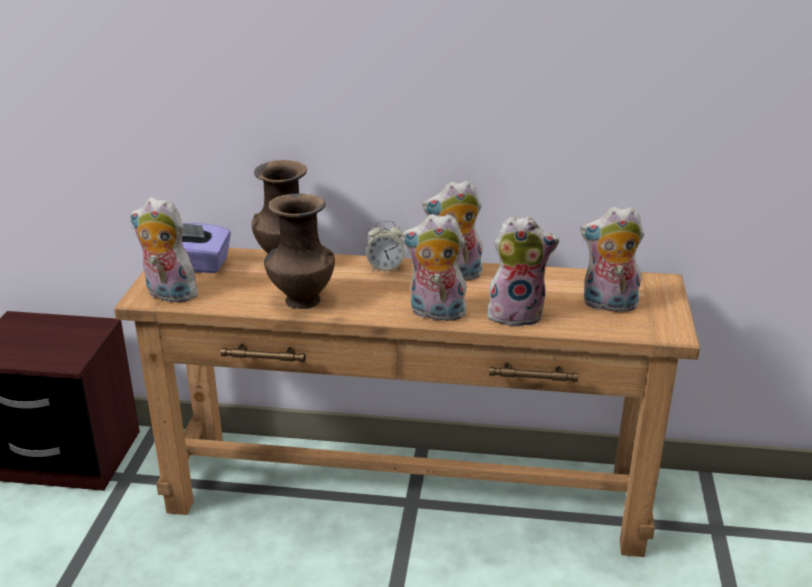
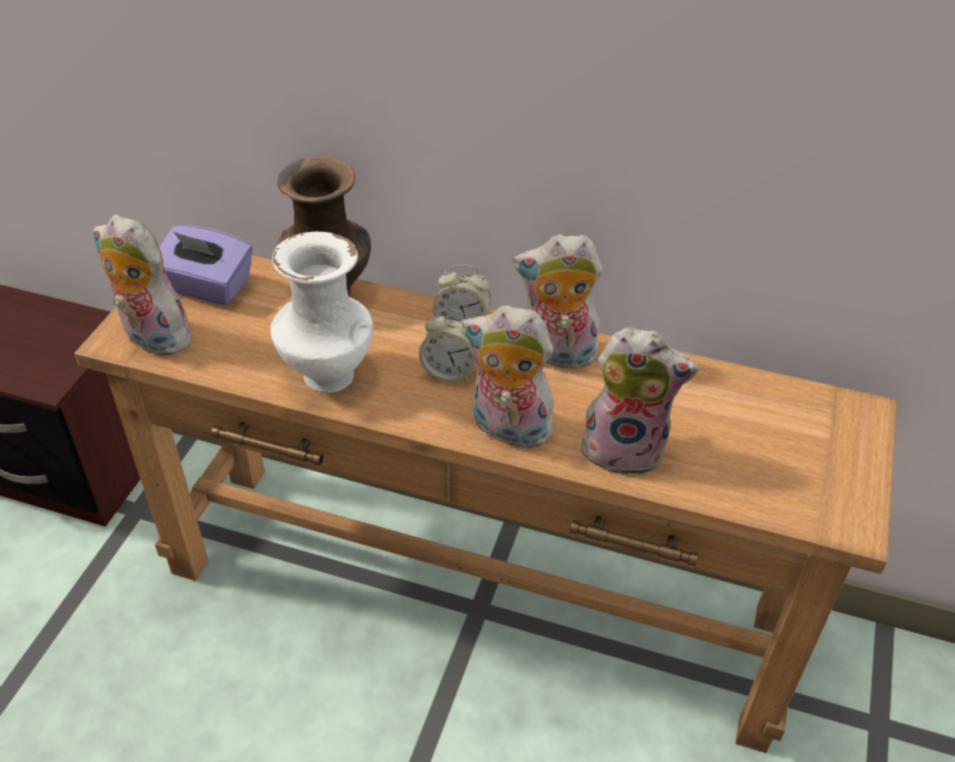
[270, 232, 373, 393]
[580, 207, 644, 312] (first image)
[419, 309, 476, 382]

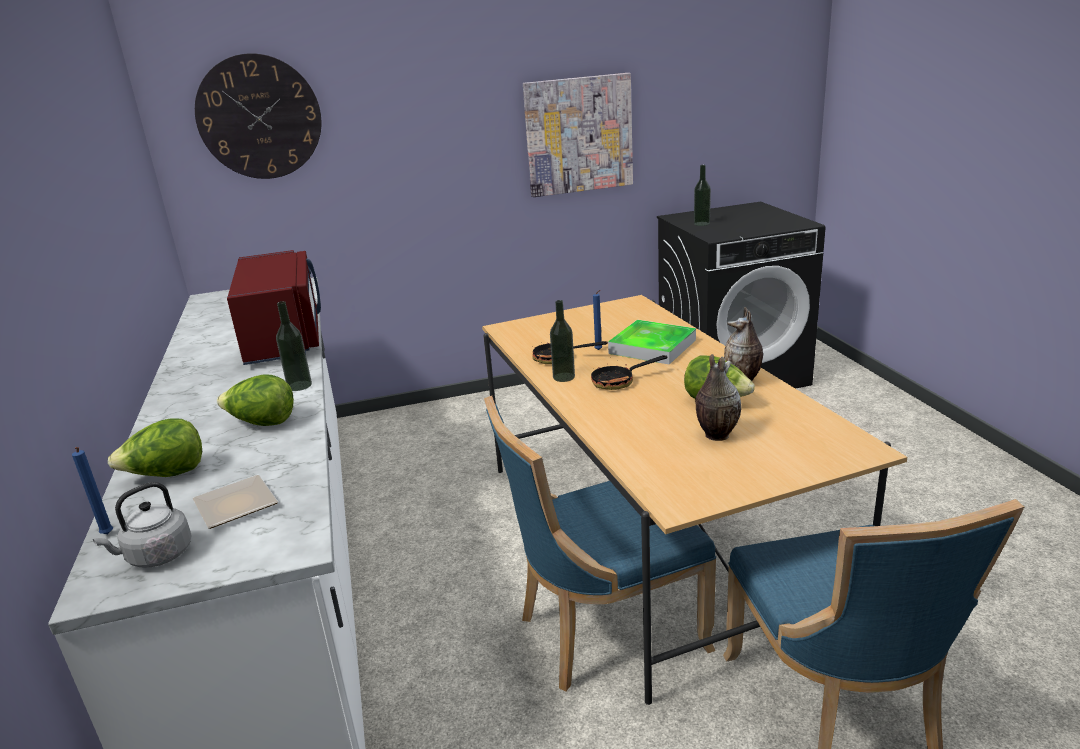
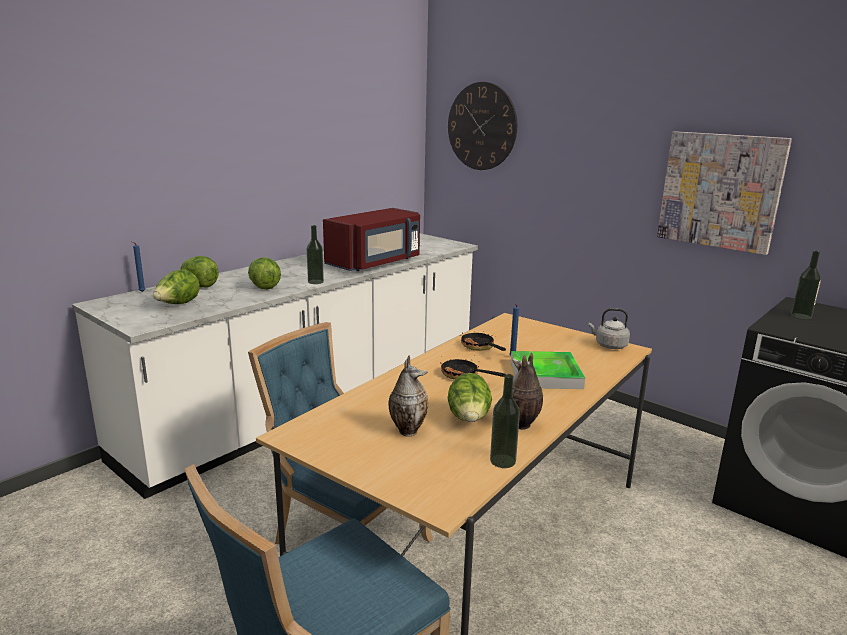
[490, 374, 520, 468]
[153, 270, 200, 304]
[588, 308, 630, 349]

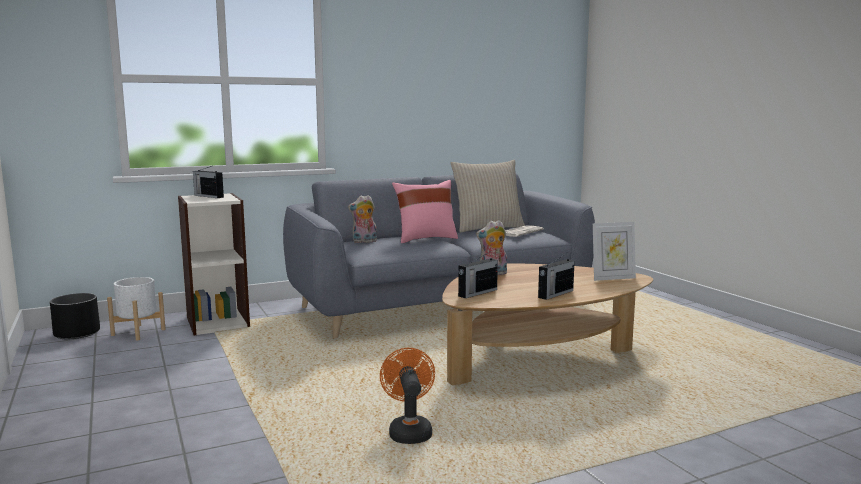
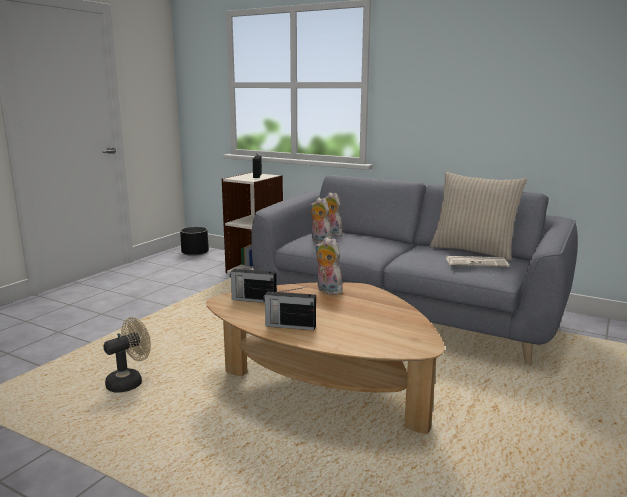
[392, 180, 458, 243] (first image)
[593, 222, 636, 281] (first image)
[107, 277, 166, 340] (first image)
[103, 317, 151, 393]
[310, 197, 332, 244]

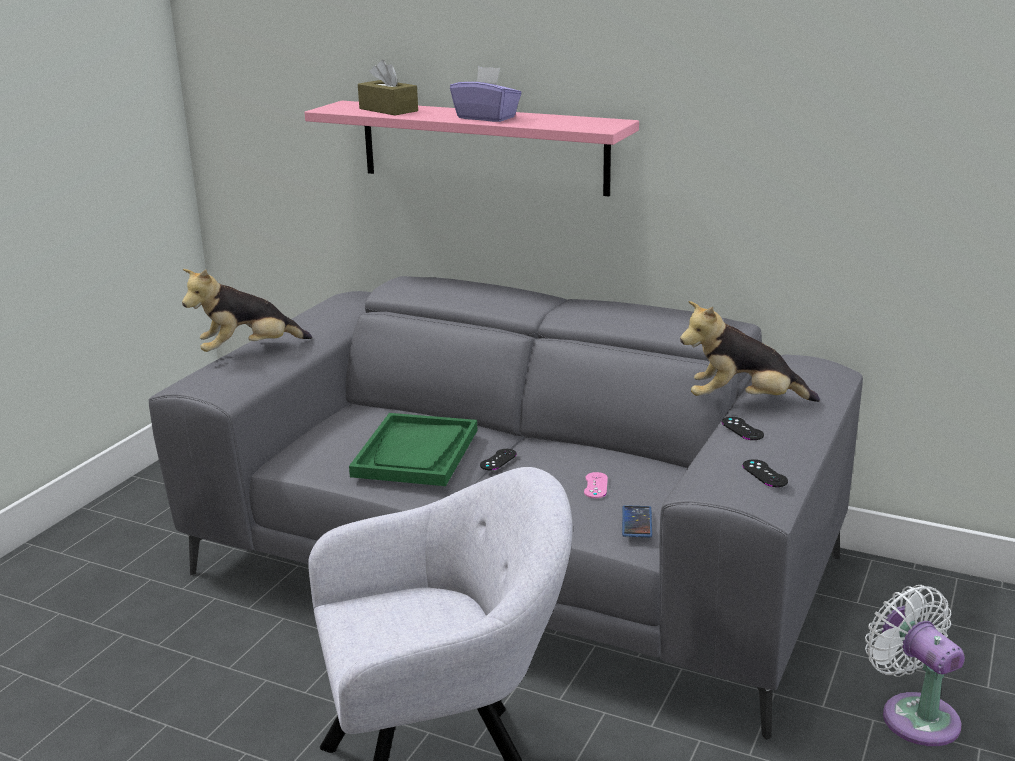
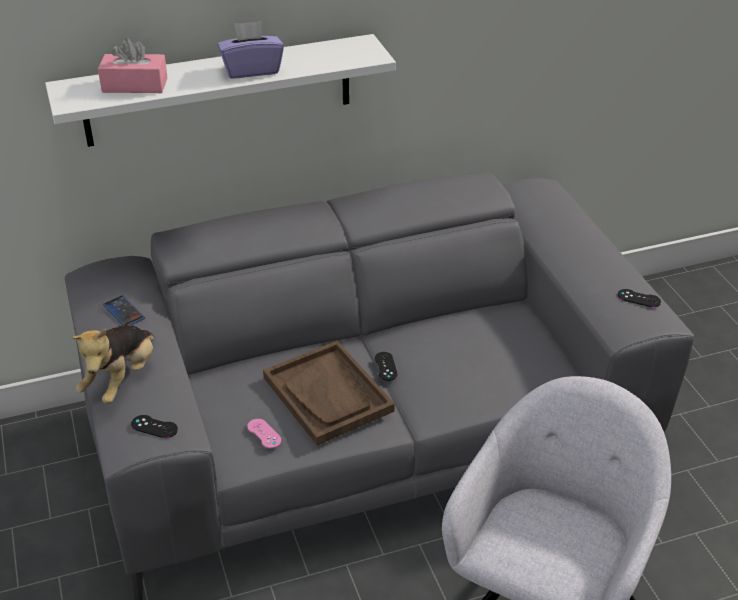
[98, 38, 168, 93]
[45, 34, 396, 147]
[680, 301, 820, 402] (first image)
[263, 341, 394, 445]
[131, 415, 178, 438]
[247, 419, 282, 448]
[103, 295, 145, 325]
[865, 585, 965, 746] (first image)

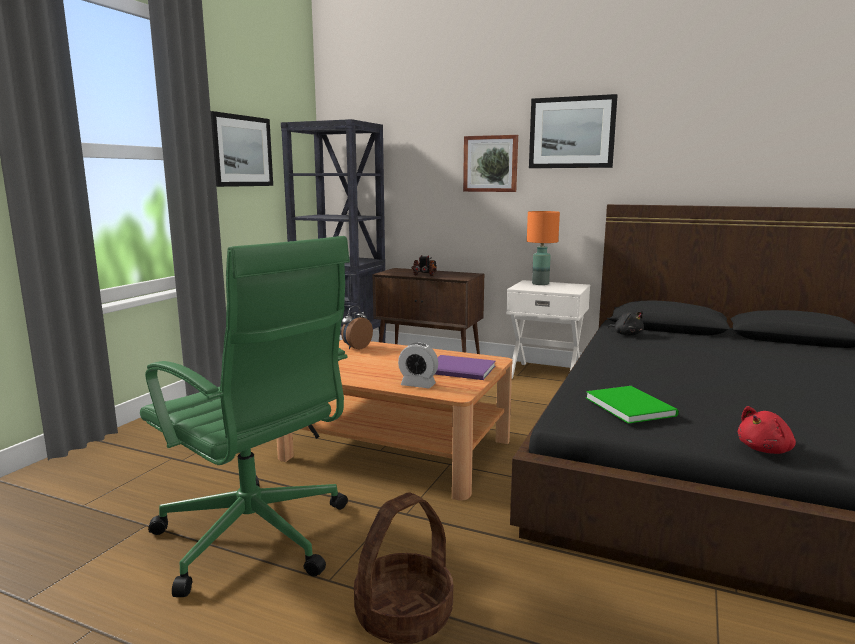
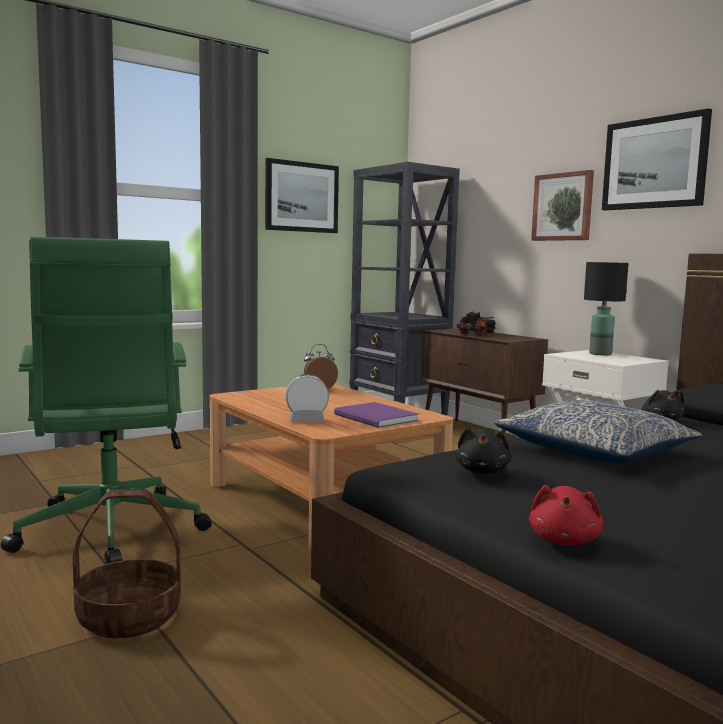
[584, 262, 629, 356]
[285, 374, 329, 422]
[455, 427, 512, 474]
[529, 485, 603, 545]
[494, 400, 702, 464]

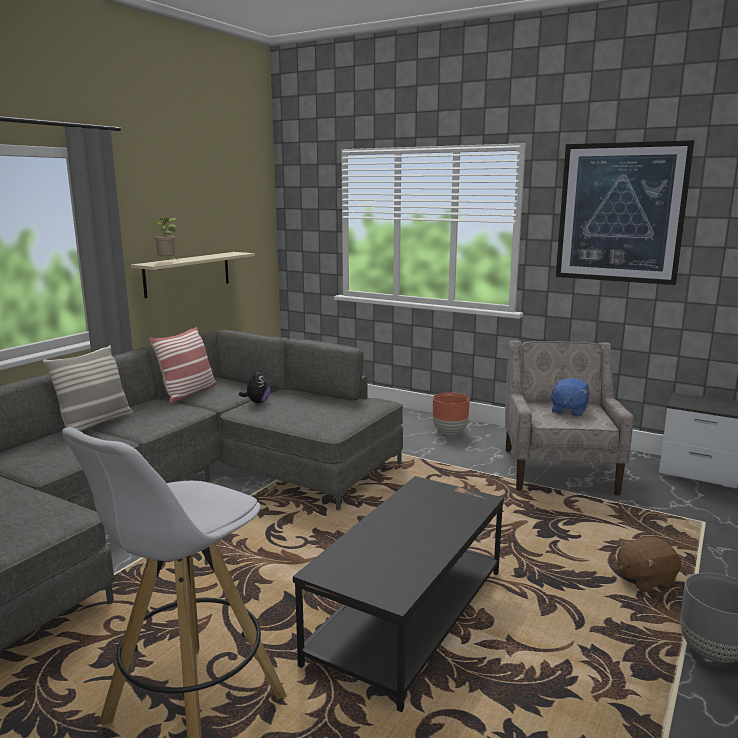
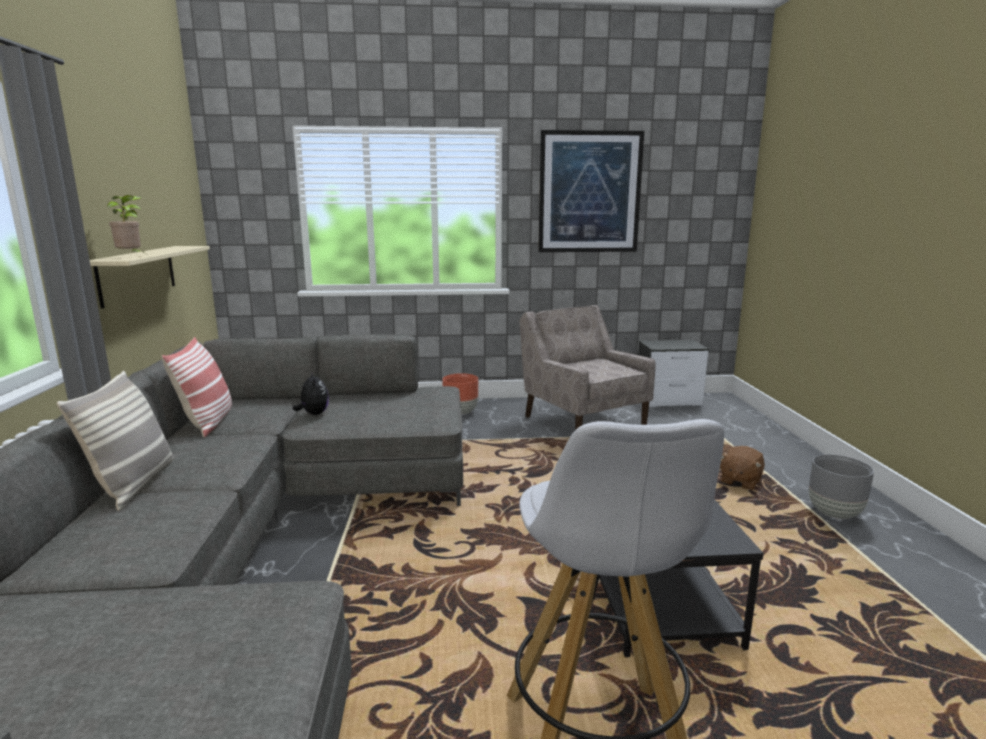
[550, 378, 590, 417] (first image)

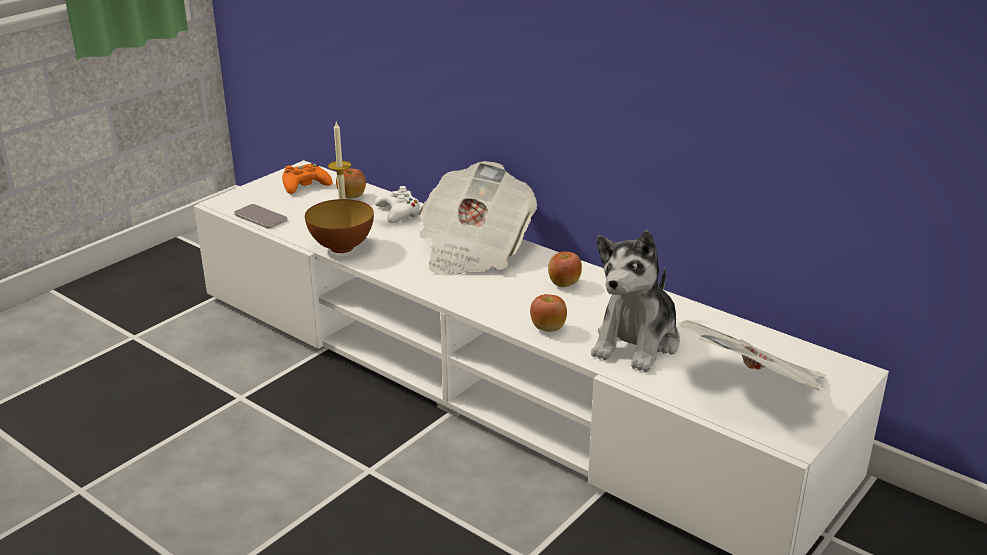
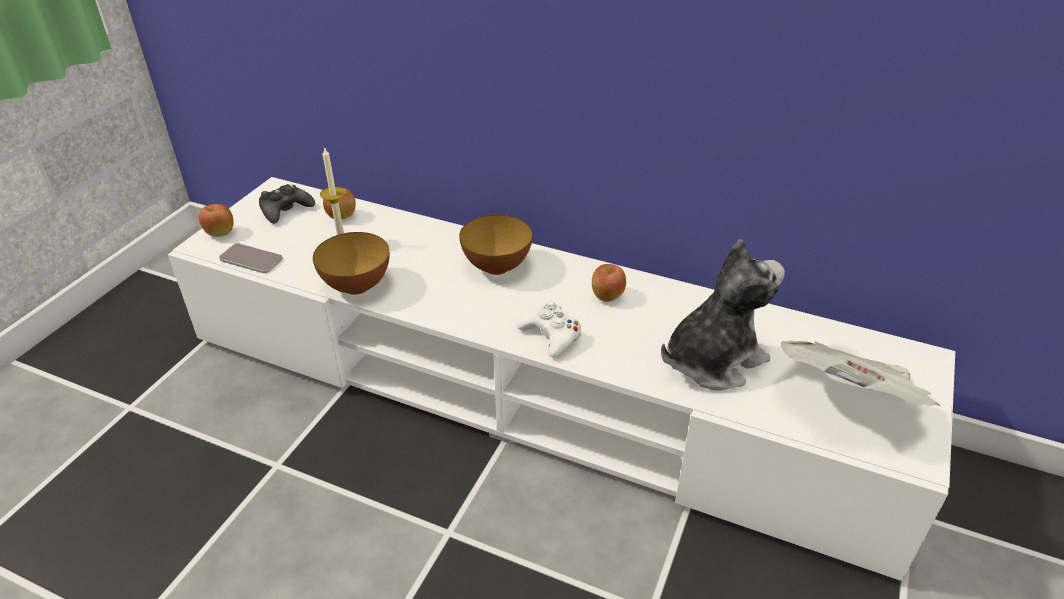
[459, 214, 532, 275]
[259, 184, 315, 224]
[516, 300, 581, 358]
[661, 239, 785, 390]
[199, 204, 234, 237]

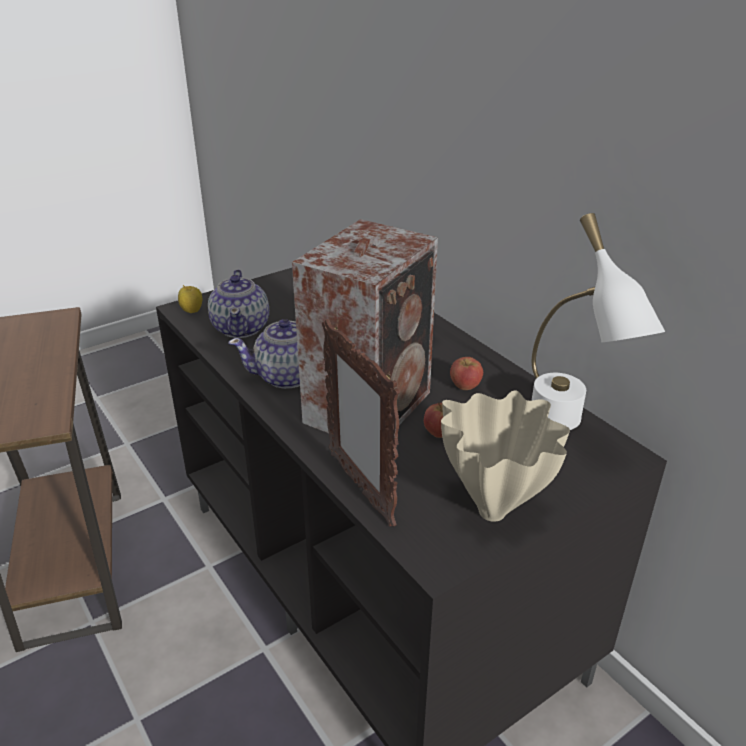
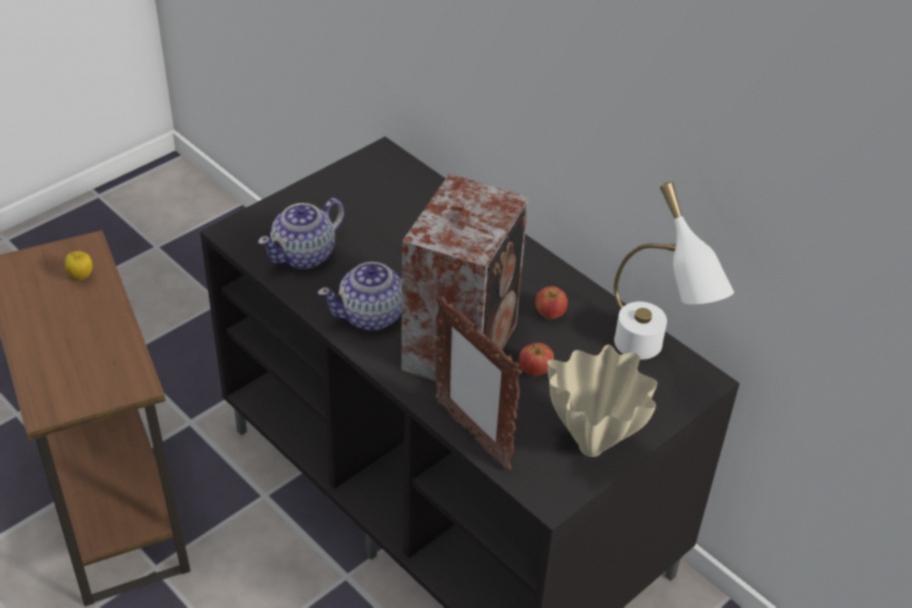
[258, 198, 344, 269]
[65, 251, 93, 280]

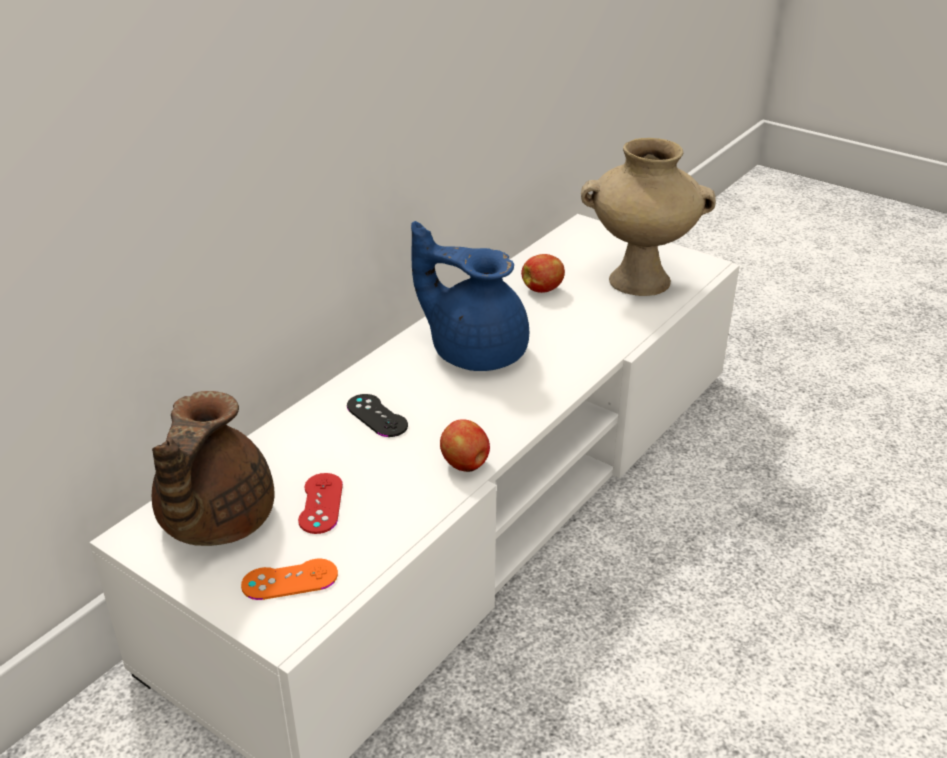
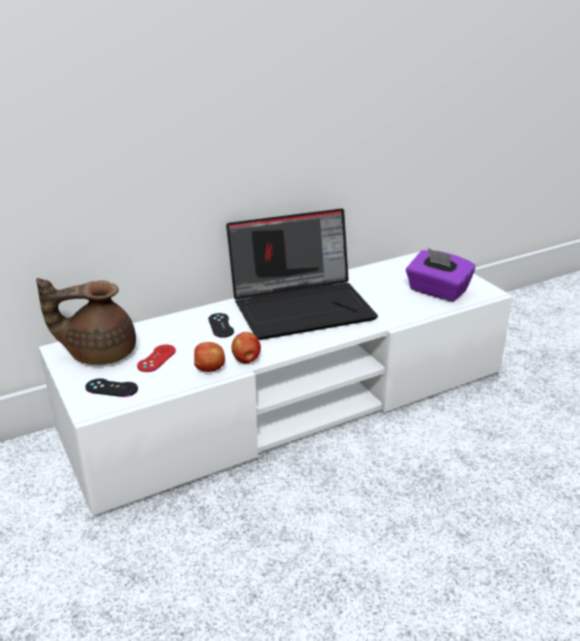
[406, 248, 476, 302]
[226, 208, 378, 340]
[194, 342, 225, 372]
[36, 278, 136, 365]
[85, 378, 138, 397]

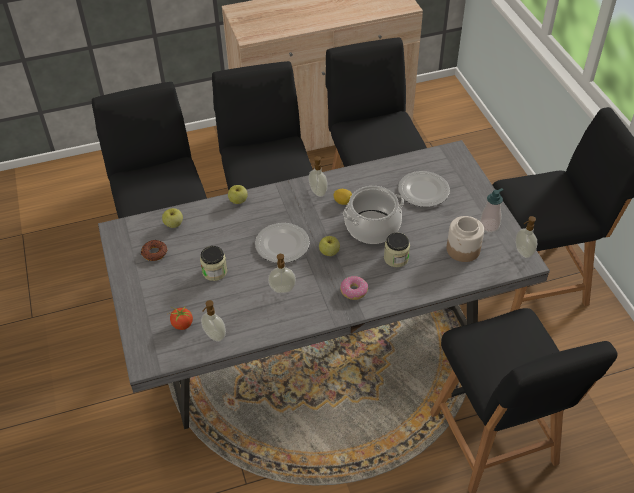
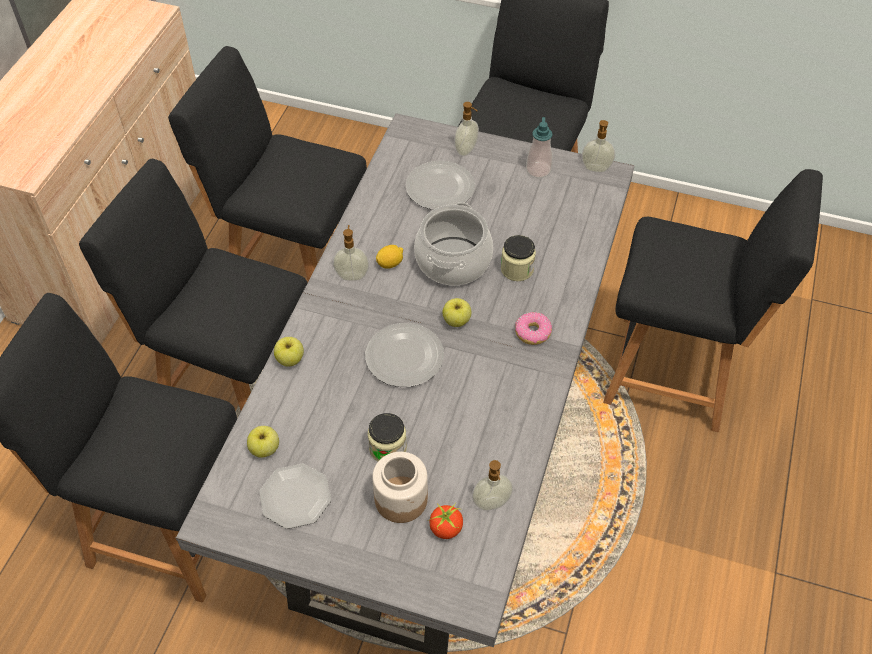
[372, 452, 428, 523]
[259, 464, 331, 529]
[454, 102, 479, 156]

